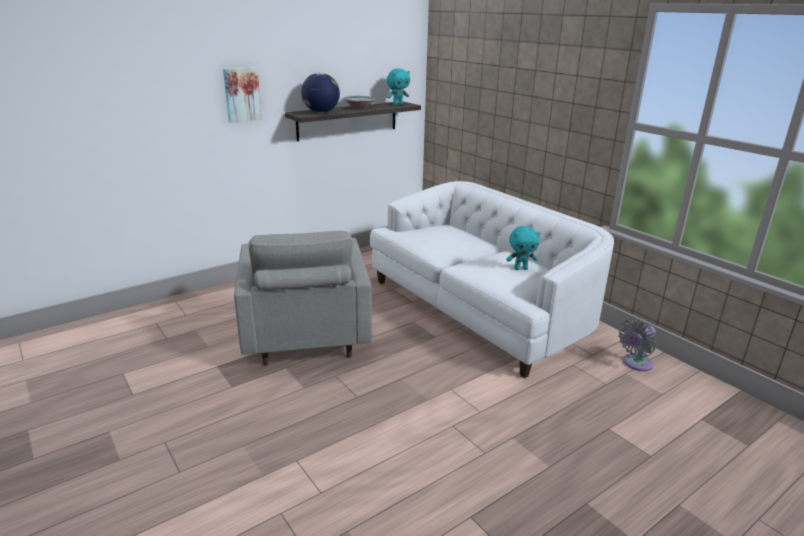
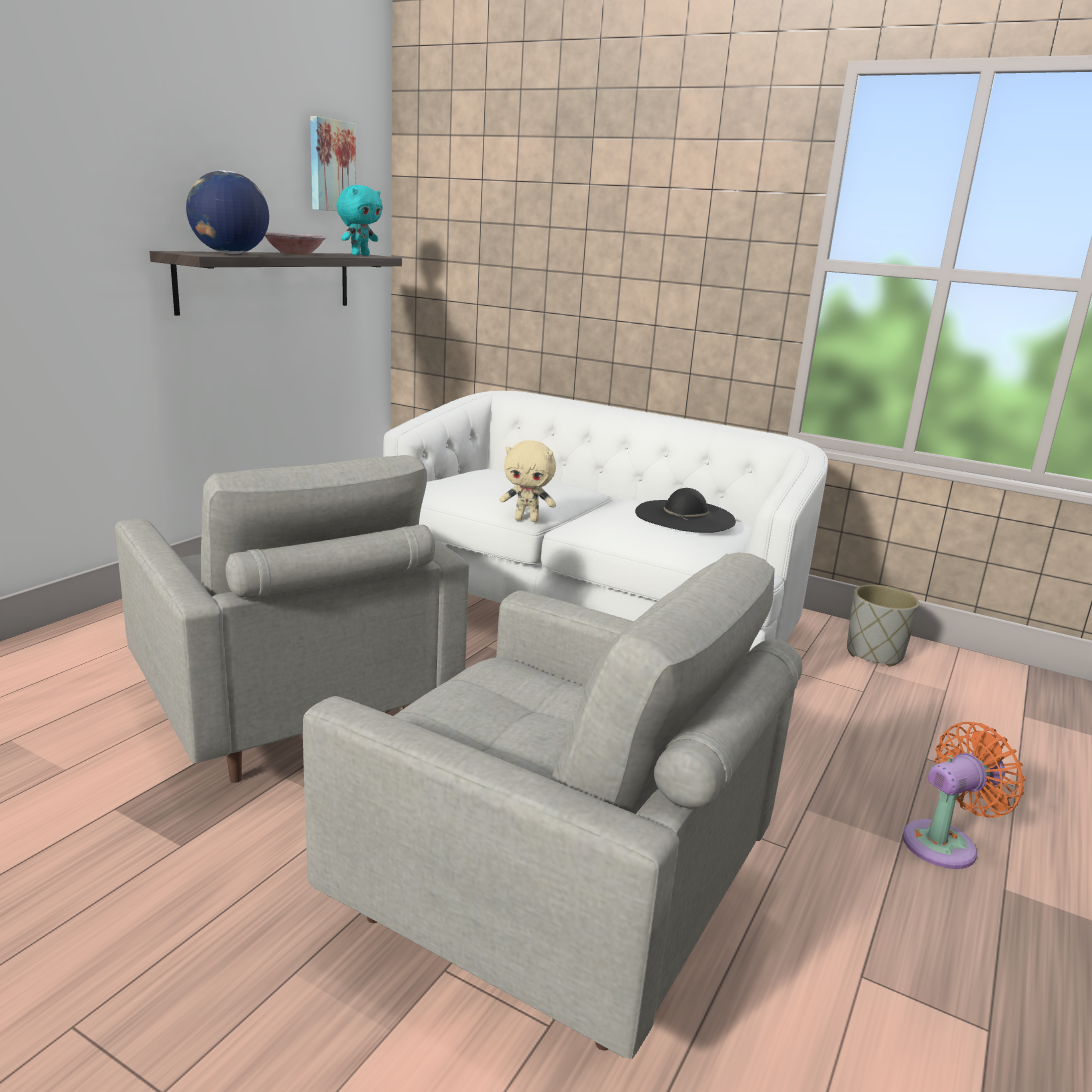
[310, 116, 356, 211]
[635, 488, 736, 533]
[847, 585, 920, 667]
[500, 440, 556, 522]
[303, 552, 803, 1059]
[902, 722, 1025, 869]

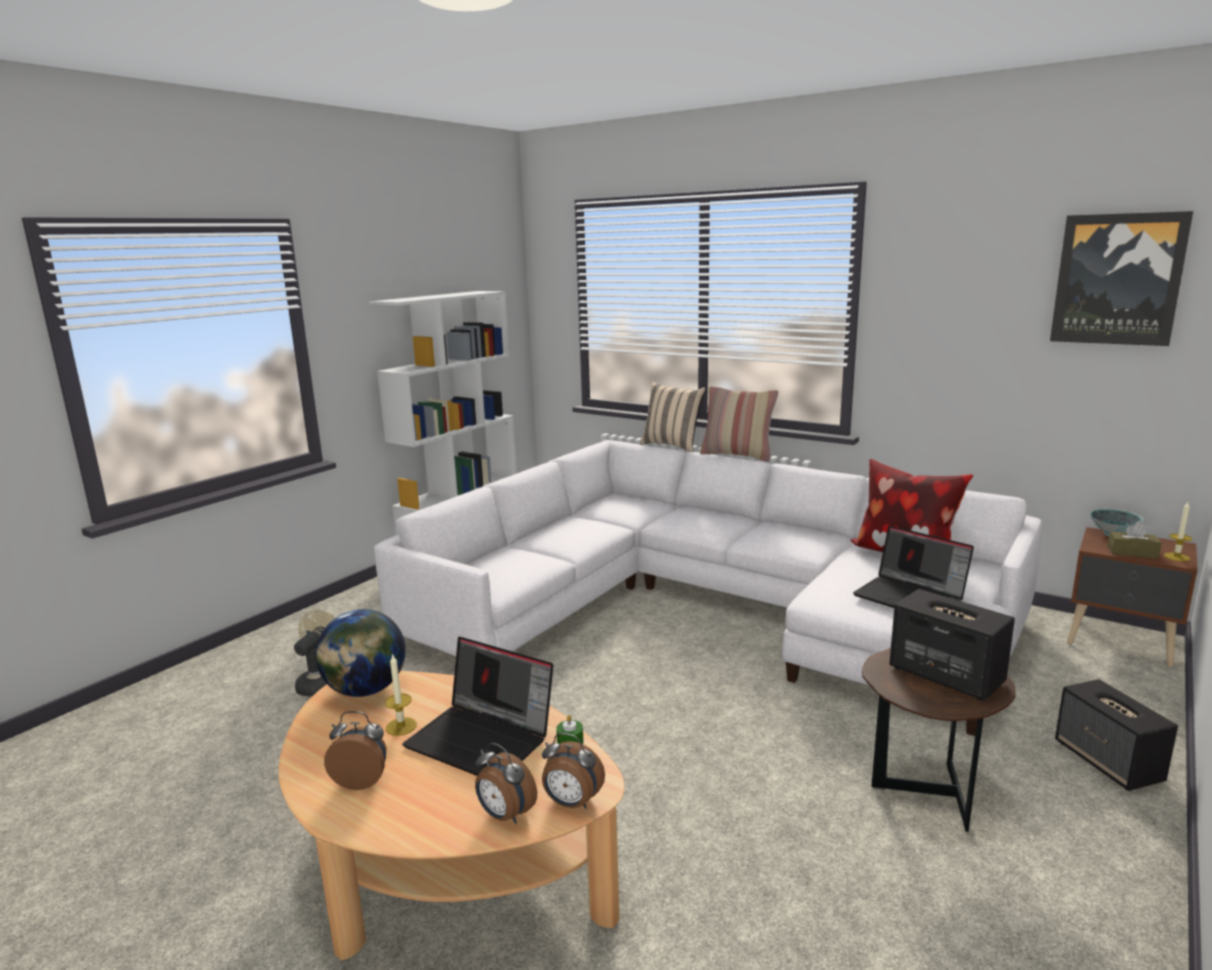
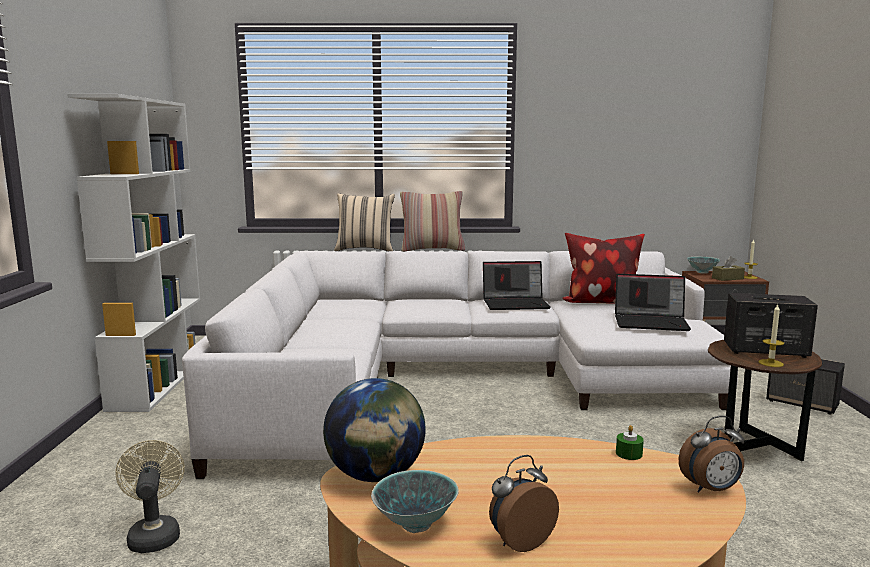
[1050, 211, 1193, 346] (first image)
[483, 261, 551, 310]
[758, 304, 784, 367]
[475, 743, 537, 824] (first image)
[371, 470, 459, 533]

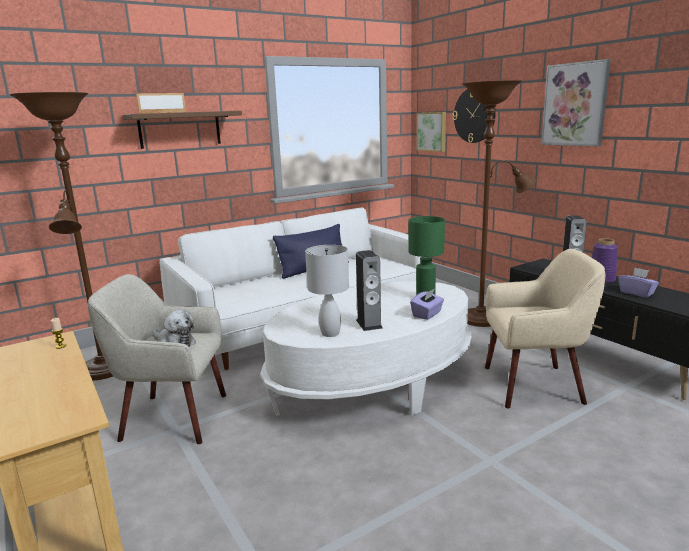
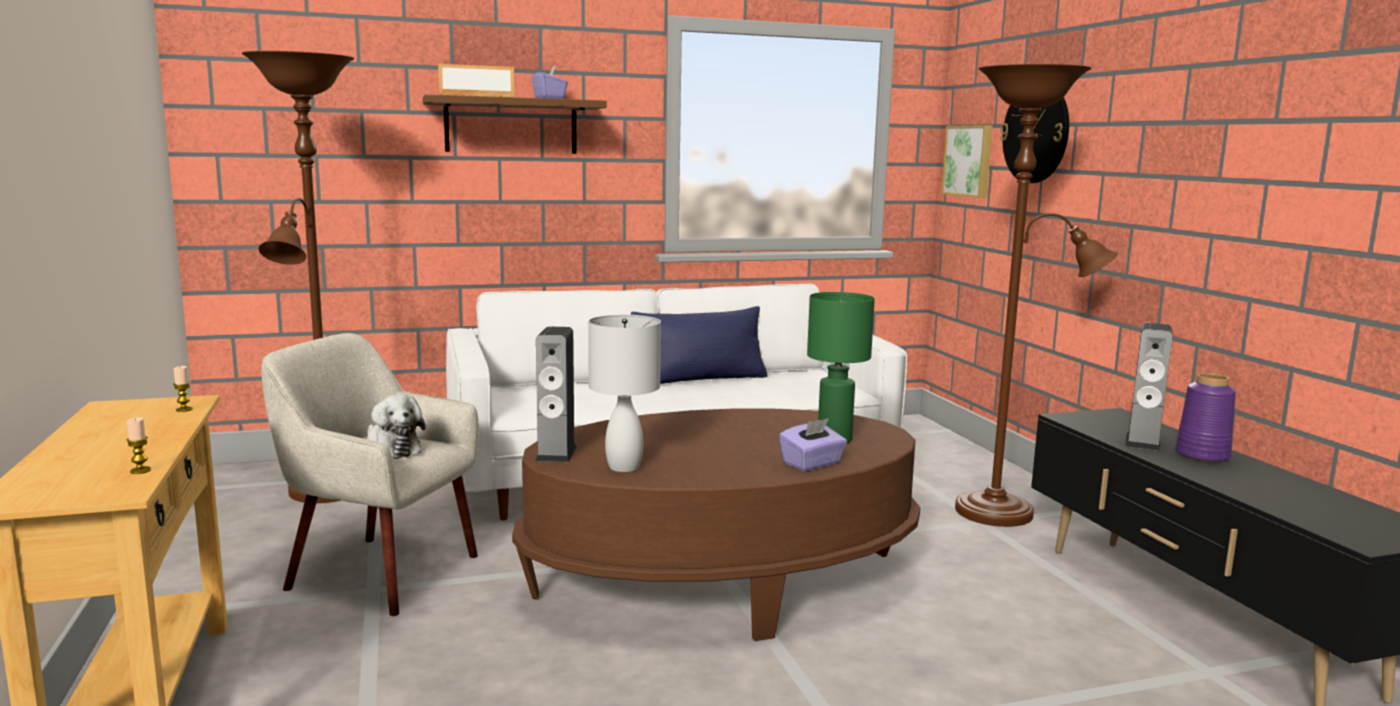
[541, 59, 611, 146] (first image)
[485, 249, 605, 408] (first image)
[535, 326, 577, 462]
[532, 65, 568, 99]
[512, 408, 920, 641]
[126, 417, 151, 474]

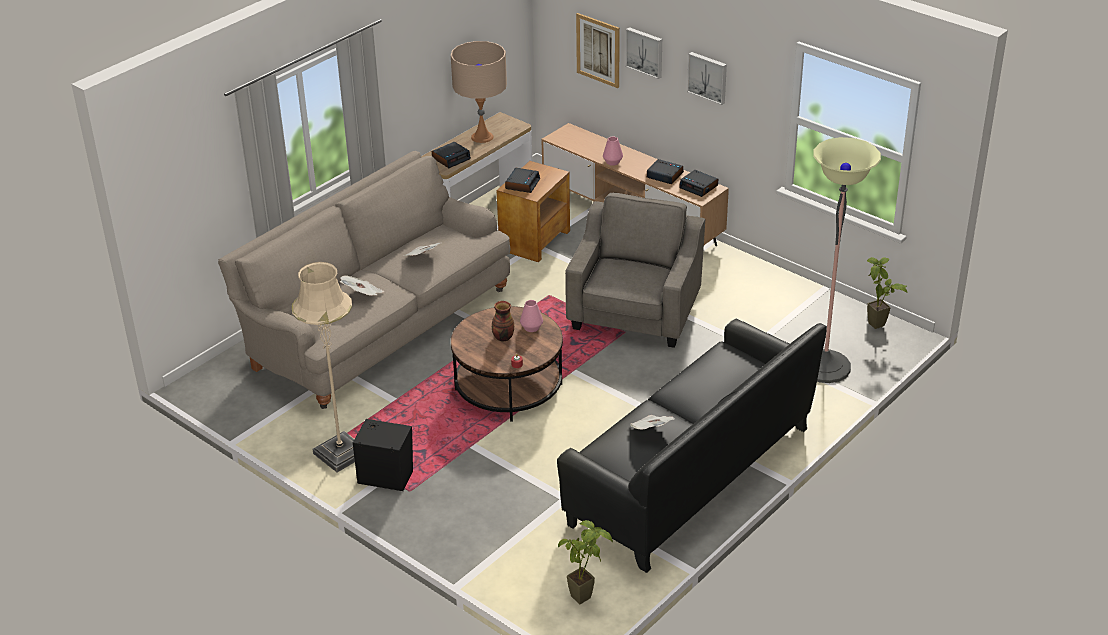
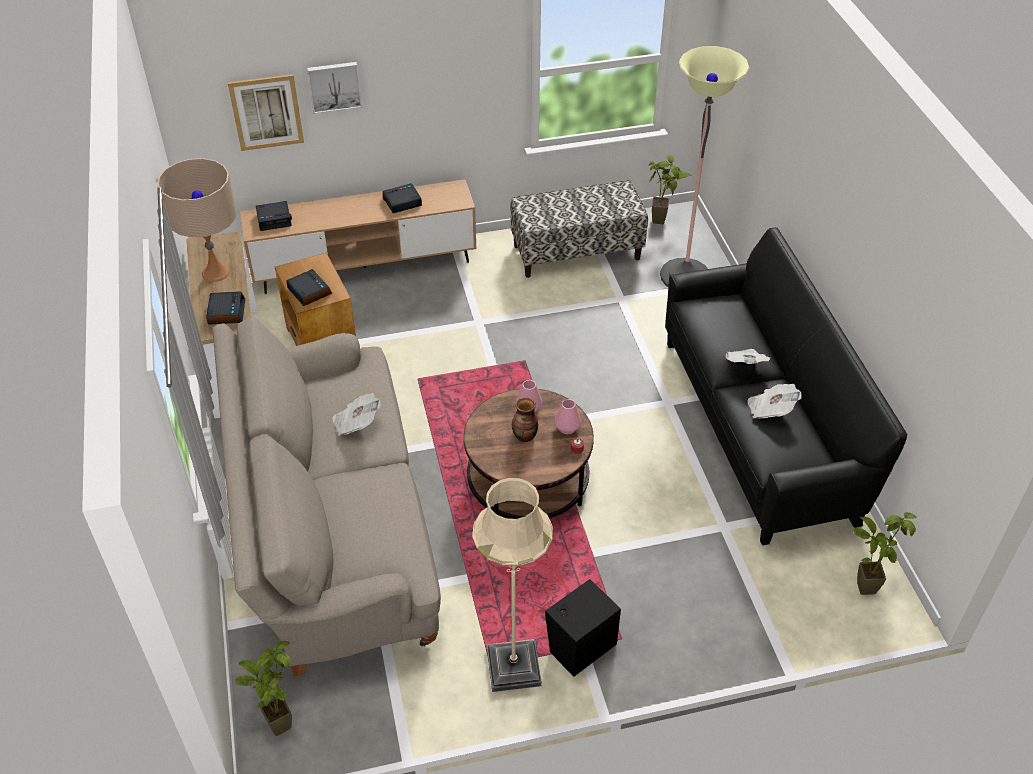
[687, 52, 727, 105] (first image)
[554, 399, 581, 434]
[256, 201, 292, 231]
[565, 193, 705, 348] (first image)
[726, 349, 770, 364]
[510, 180, 648, 278]
[235, 641, 292, 736]

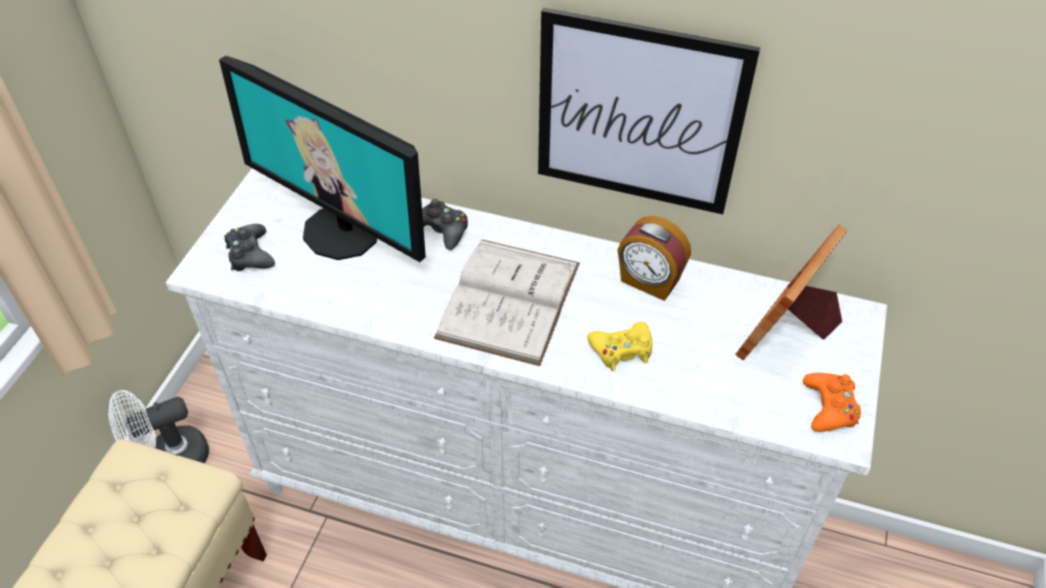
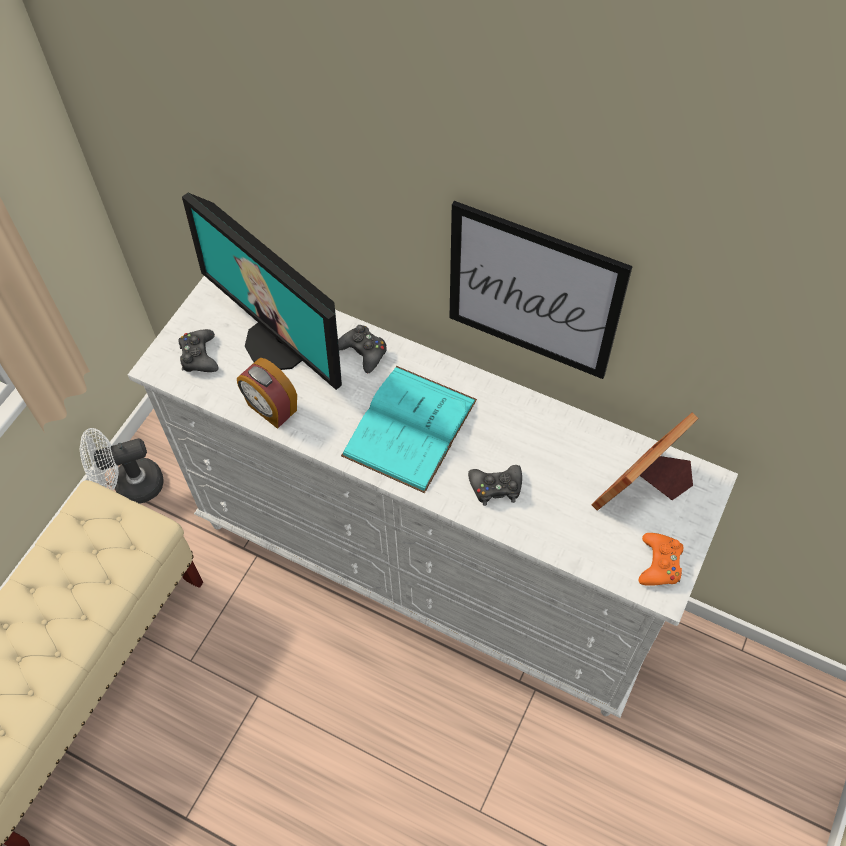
[237, 358, 297, 429]
[341, 366, 477, 493]
[468, 465, 522, 506]

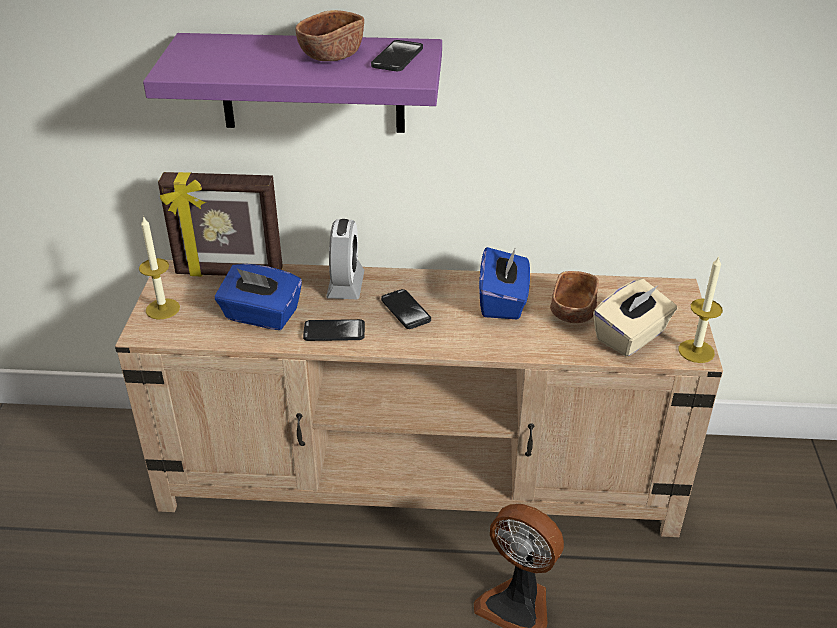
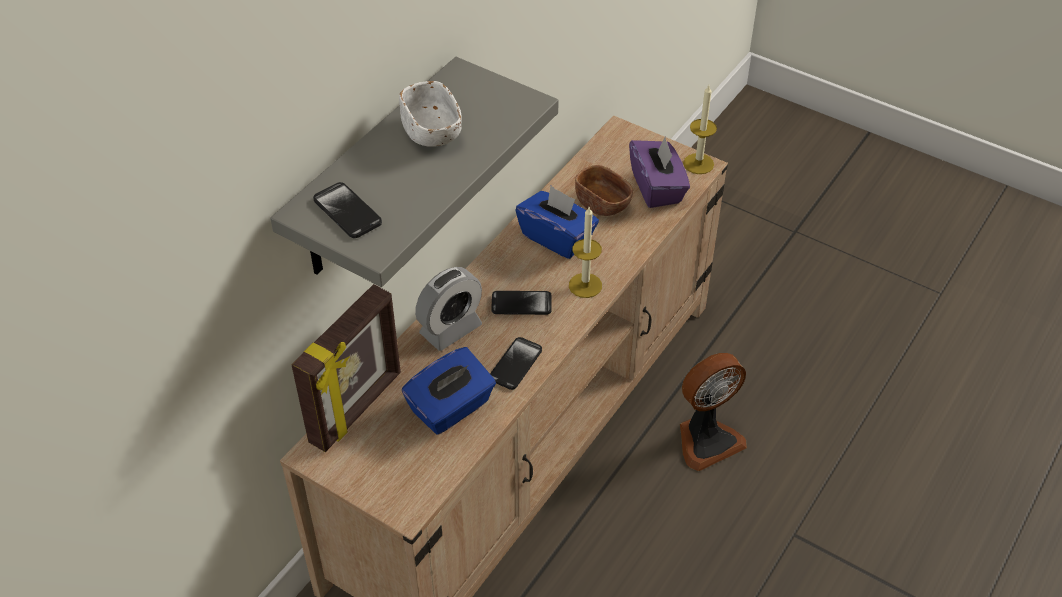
[399, 81, 462, 147]
[270, 57, 559, 287]
[313, 182, 382, 238]
[569, 207, 602, 298]
[415, 267, 482, 351]
[629, 137, 690, 208]

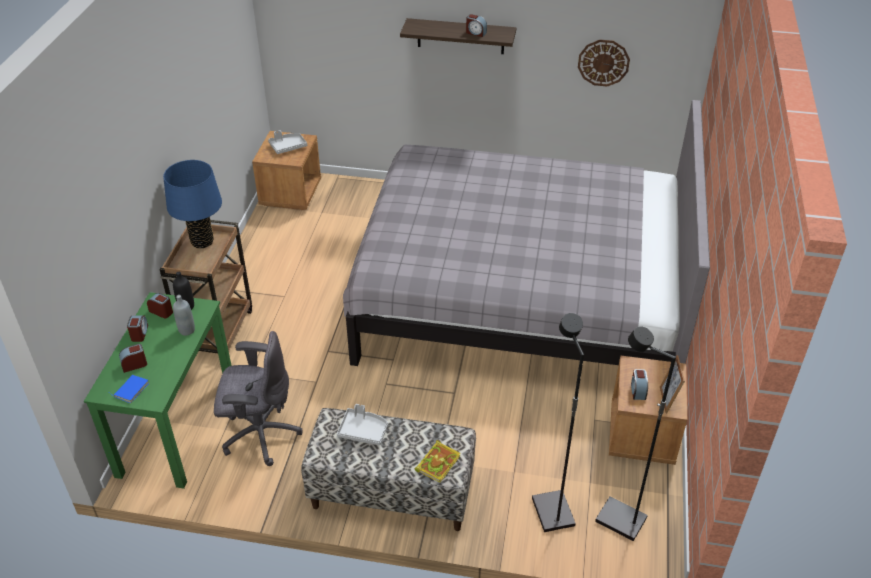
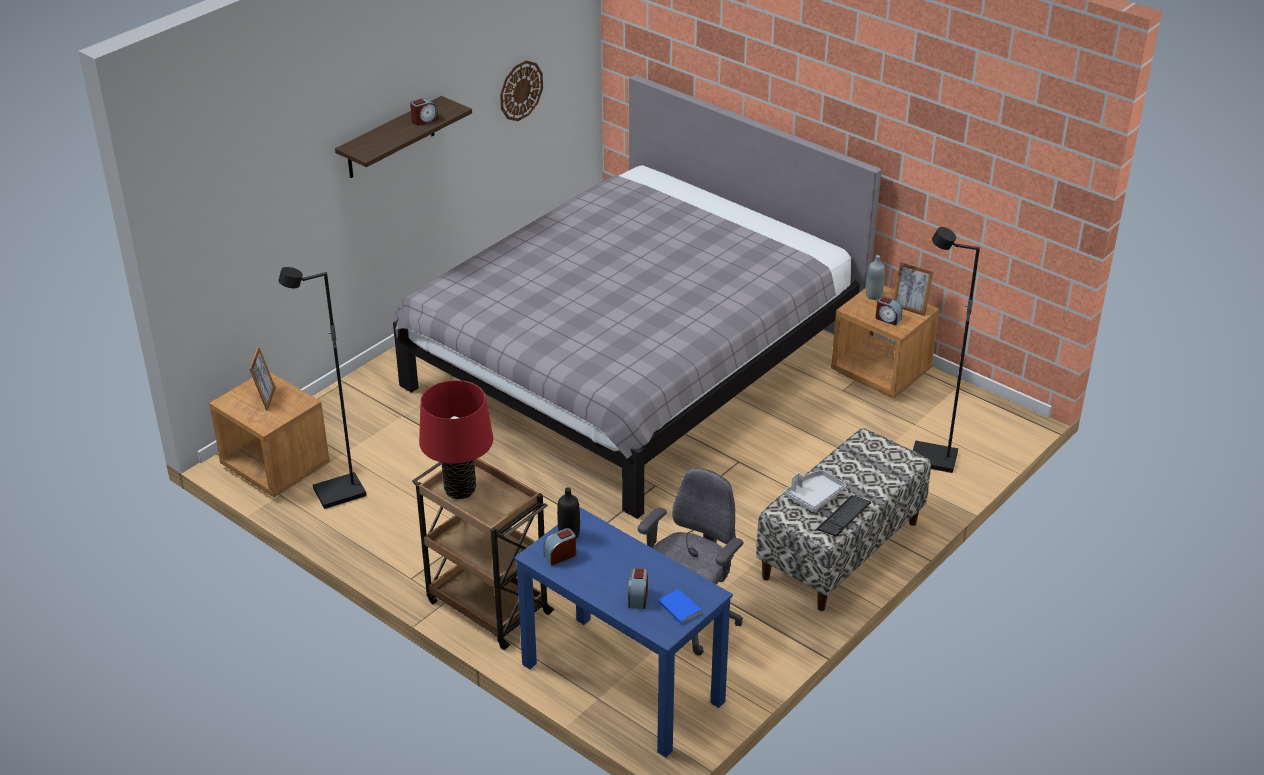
[249, 346, 276, 411]
[419, 380, 493, 499]
[514, 507, 733, 758]
[866, 255, 885, 300]
[127, 316, 148, 342] (first image)
[278, 267, 366, 509]
[414, 440, 461, 483] (first image)
[817, 495, 871, 537]

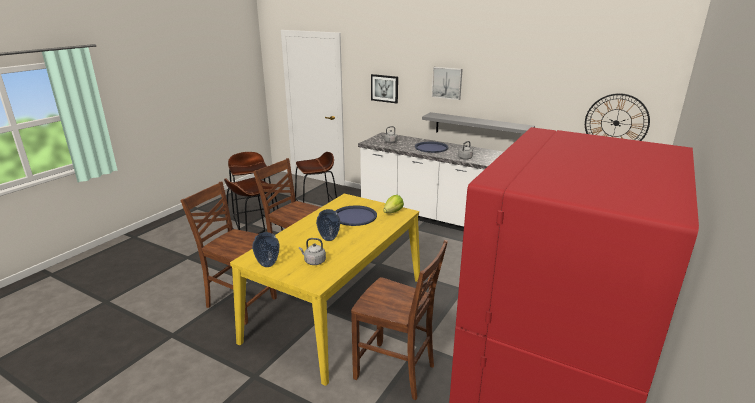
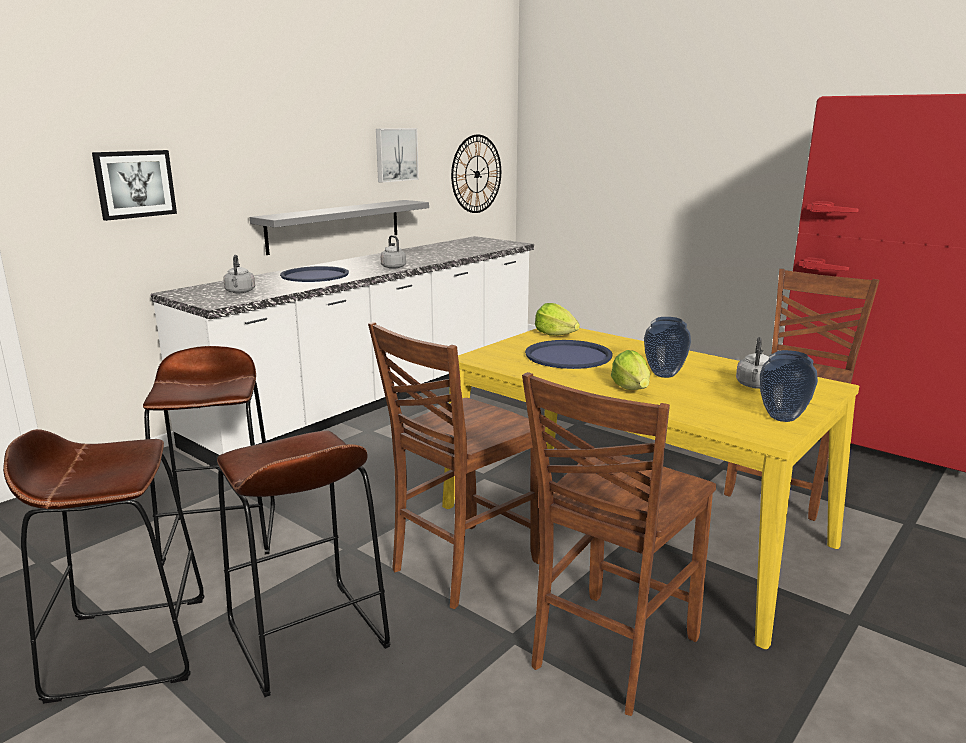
[376, 128, 419, 183]
[611, 350, 650, 390]

